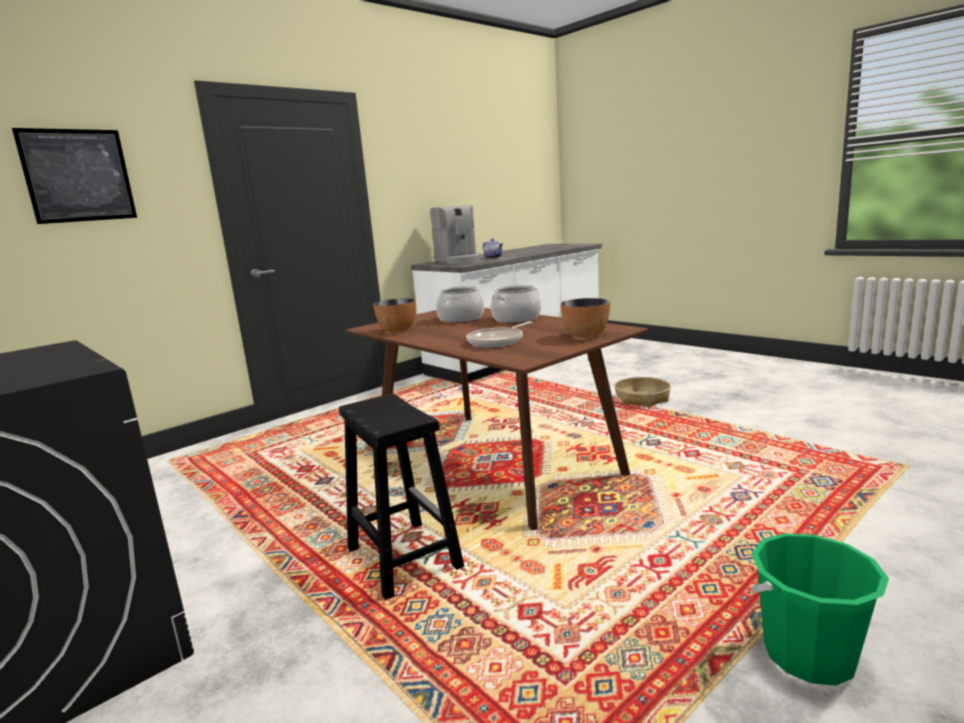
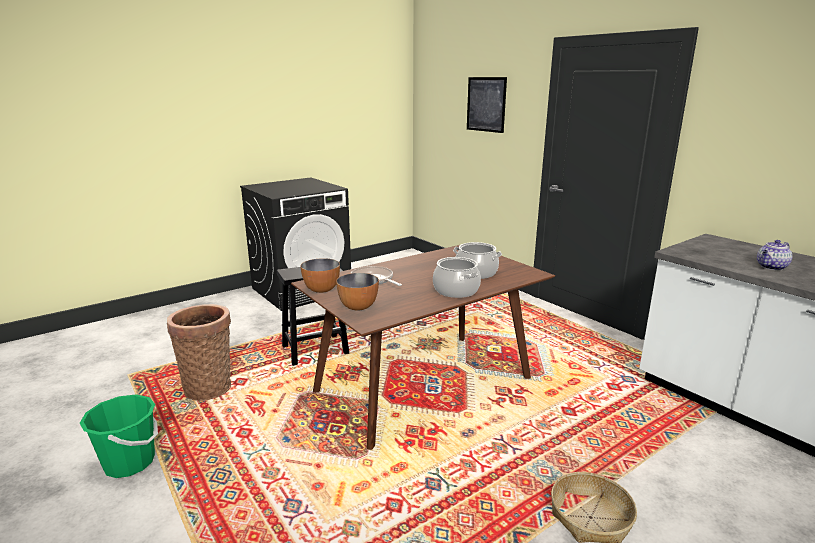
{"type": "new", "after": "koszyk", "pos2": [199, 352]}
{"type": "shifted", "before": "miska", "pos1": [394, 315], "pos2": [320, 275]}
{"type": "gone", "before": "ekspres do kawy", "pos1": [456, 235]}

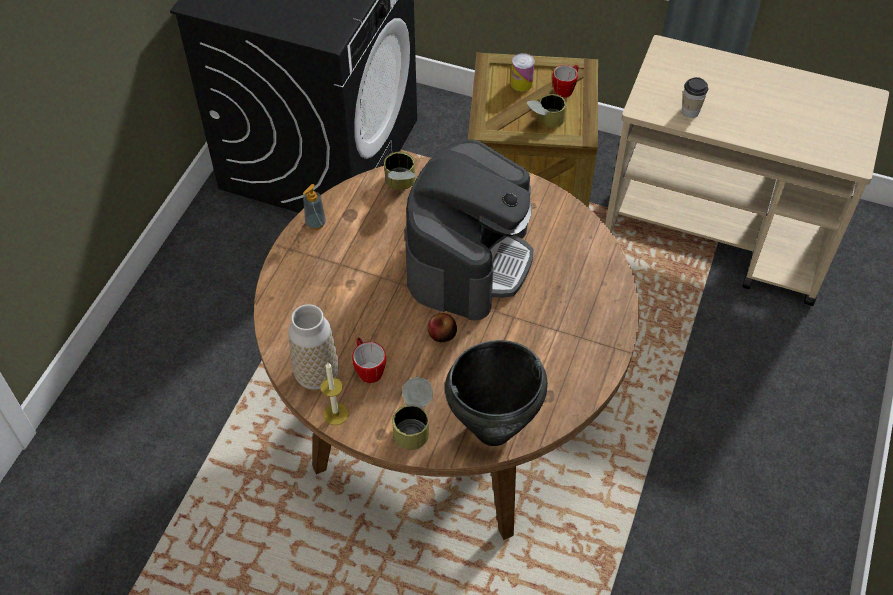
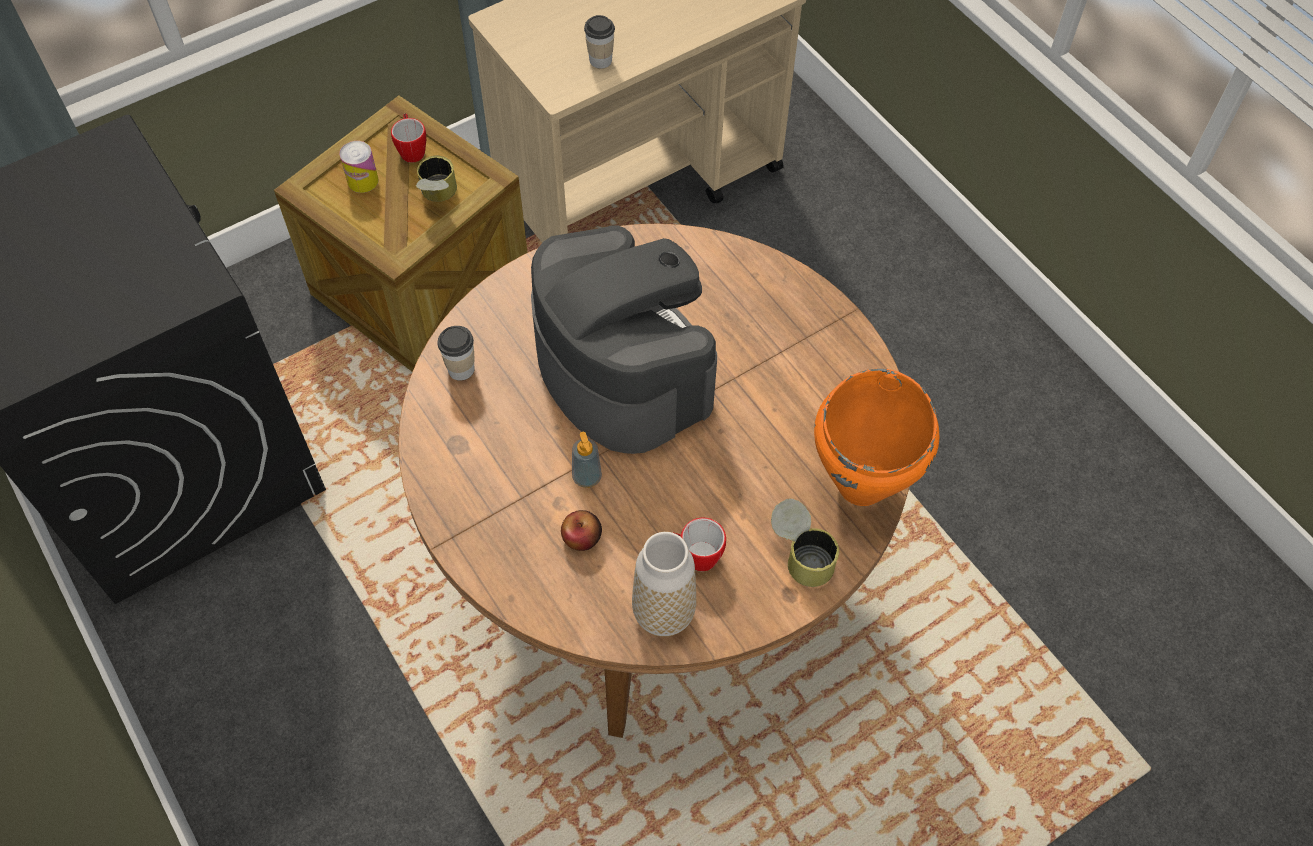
{"type": "swapped", "before": "puszka", "after": "filiżanka", "pos1": [400, 171], "pos2": [456, 353]}
{"type": "shifted", "before": "jabłko", "pos1": [442, 327], "pos2": [581, 530]}
{"type": "shifted", "before": "dozownik mydła", "pos1": [314, 207], "pos2": [587, 460]}
{"type": "repainted", "before": "garnek [czarny]", "after": "garnek [pomarańczowy]", "pos1": [496, 393], "pos2": [876, 437]}
{"type": "gone", "before": "świeca", "pos1": [334, 394]}

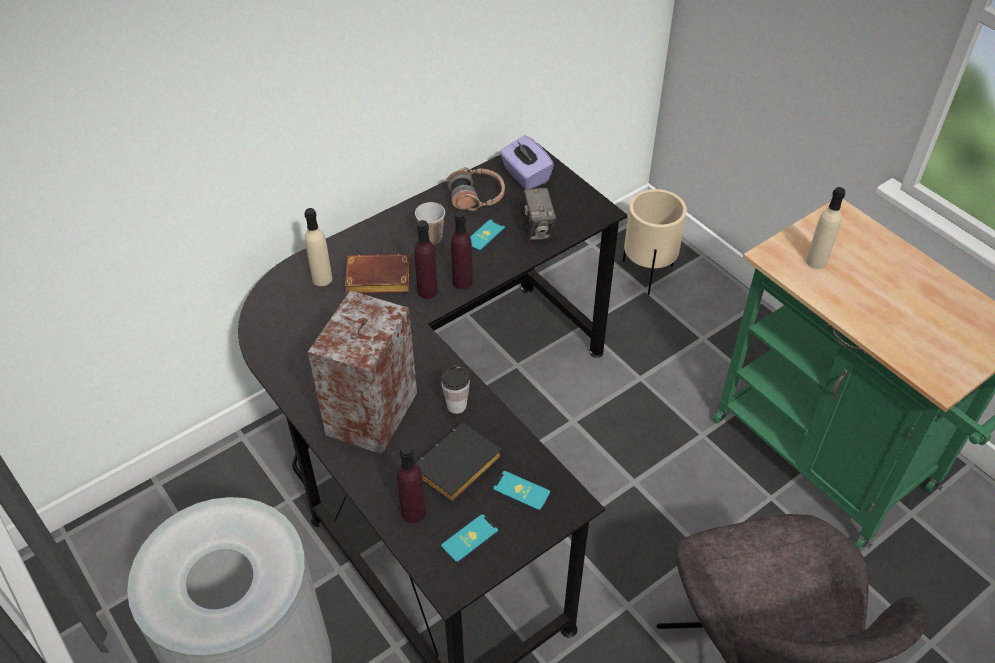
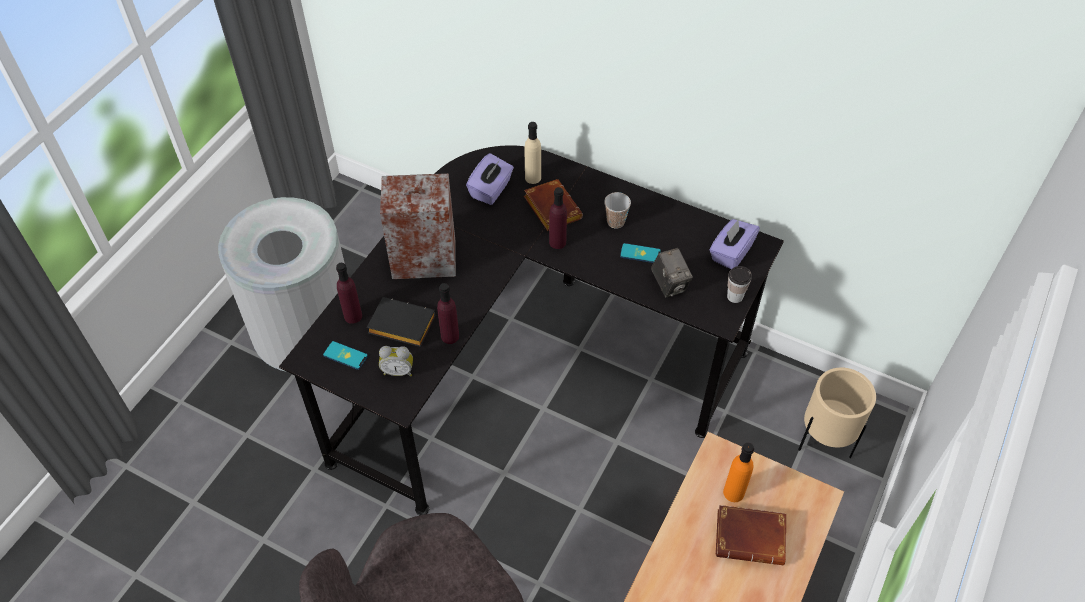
{"type": "swapped", "before": "telefon", "after": "budzik", "pos1": [522, 491], "pos2": [396, 361]}
{"type": "shifted", "before": "butelka [fioletowy]", "pos1": [462, 250], "pos2": [448, 313]}
{"type": "new", "after": "pudełko chusteczek [fioletowy]", "pos2": [490, 179]}
{"type": "rotated", "before": "aparat fotograficzny", "pos1": [537, 214], "pos2": [672, 273], "turn": -75}
{"type": "new", "after": "książka [brązowy]", "pos2": [751, 535]}
{"type": "repainted", "before": "butelka [beżowy]", "after": "butelka [pomarańczowy]", "pos1": [825, 228], "pos2": [738, 472]}
{"type": "shifted", "before": "filiżanka", "pos1": [455, 390], "pos2": [739, 284]}
{"type": "gone", "before": "słuchawki", "pos1": [475, 189]}

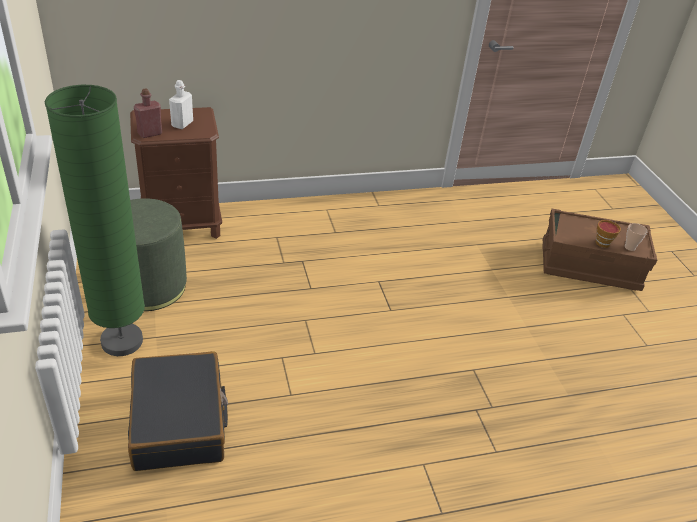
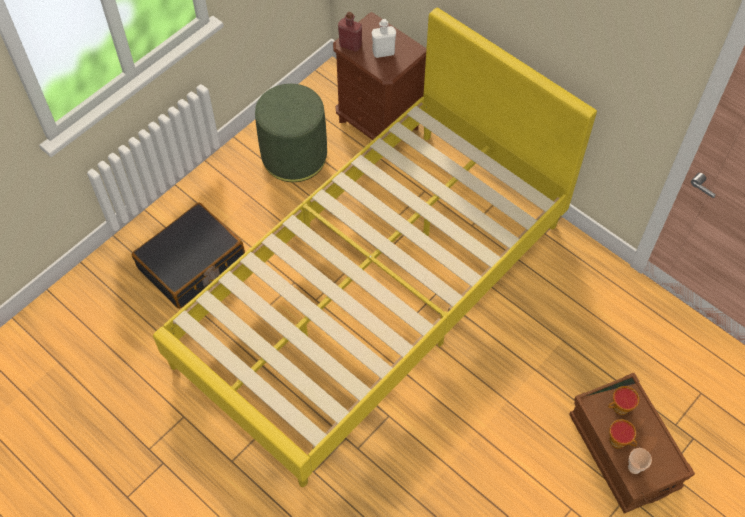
{"type": "new", "after": "łóżko [żółty]", "pos2": [375, 247]}
{"type": "new", "after": "filiżanka", "pos2": [623, 400]}
{"type": "gone", "before": "lampa stojąca [zielony]", "pos1": [95, 220]}

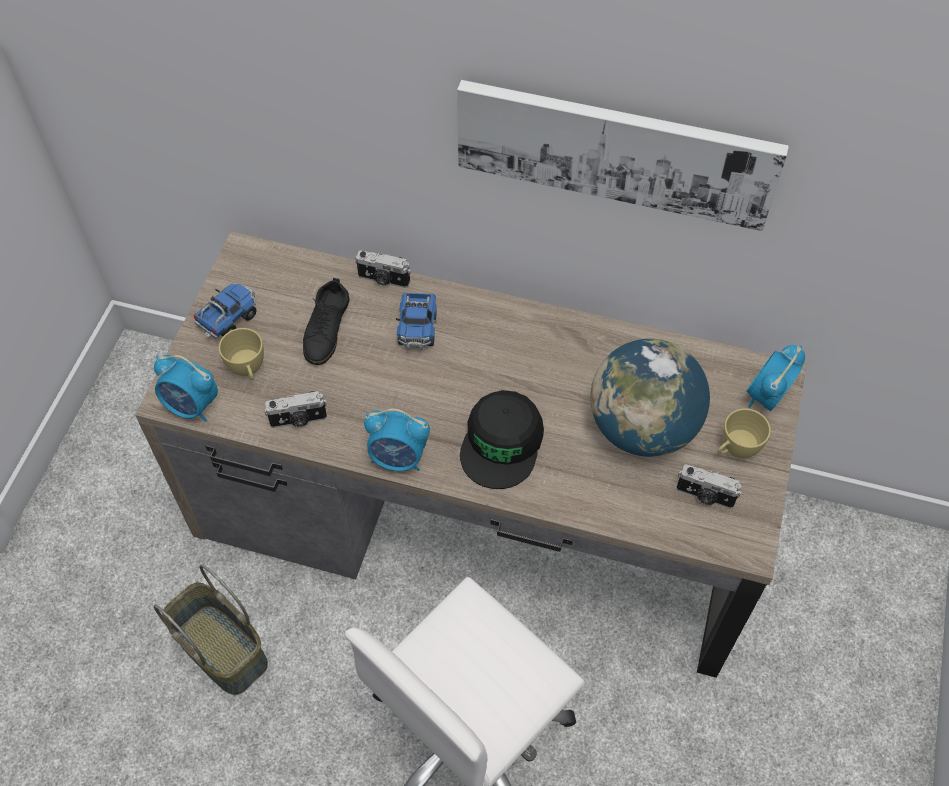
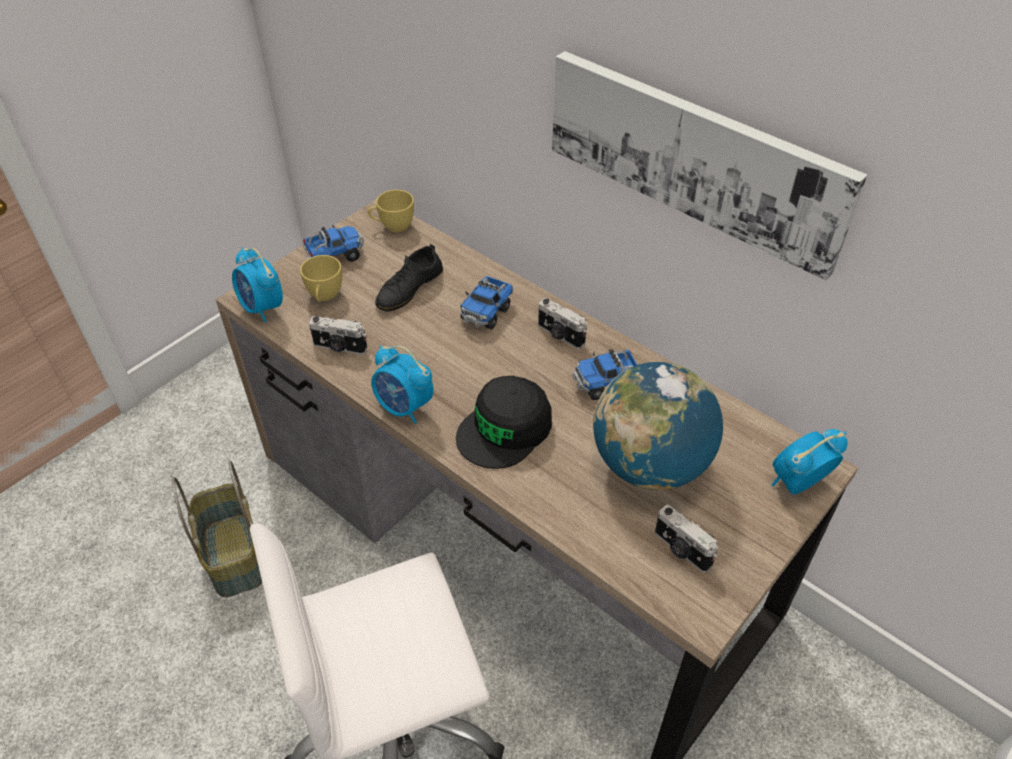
{"type": "shifted", "before": "filiżanka [żółty]", "pos1": [744, 433], "pos2": [391, 211]}
{"type": "shifted", "before": "aparat fotograficzny", "pos1": [383, 269], "pos2": [562, 323]}
{"type": "new", "after": "ciężarówka zabawkowa", "pos2": [604, 374]}

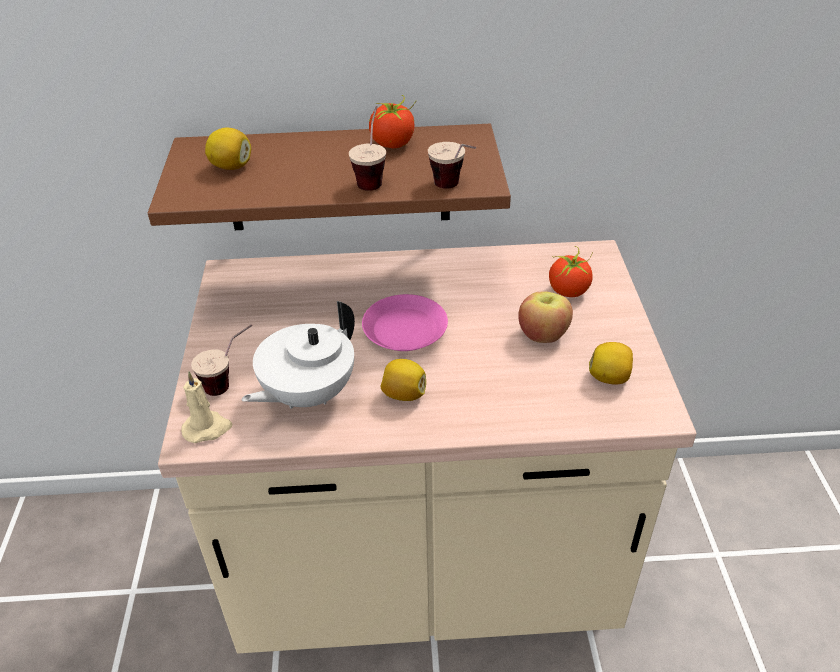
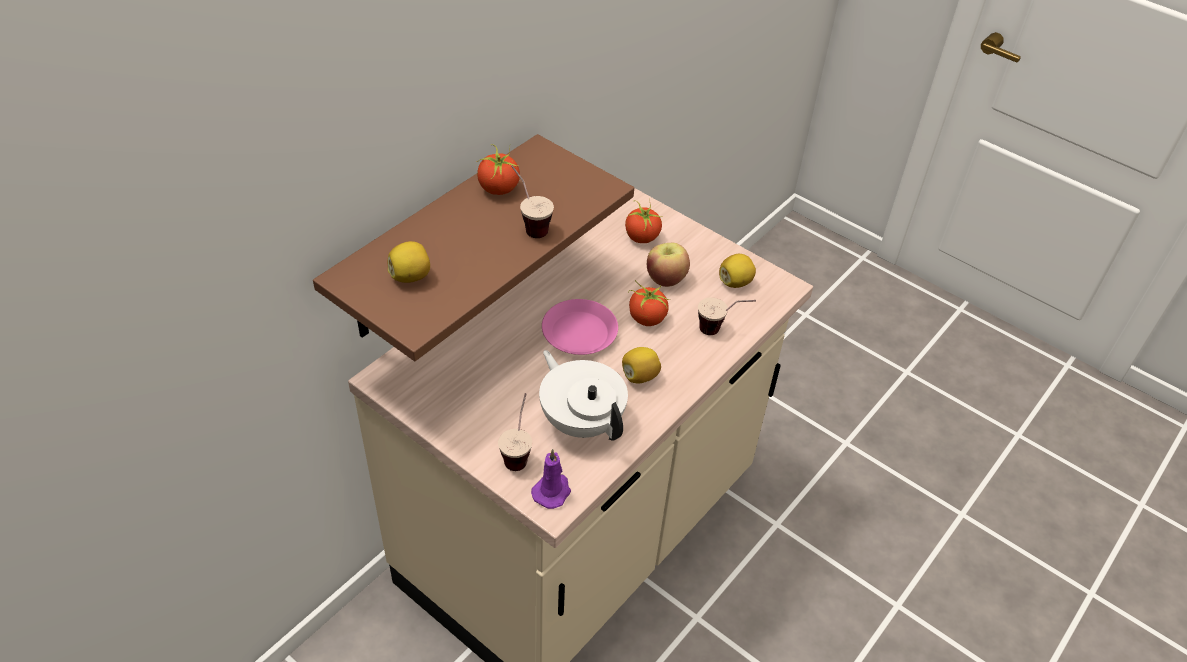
{"type": "repainted", "before": "świeca [beżowy]", "after": "świeca [fioletowy]", "pos1": [207, 407], "pos2": [551, 479]}
{"type": "rotated", "before": "imbryk [biały]", "pos1": [298, 355], "pos2": [583, 395], "turn": 150}
{"type": "new", "after": "pomidor", "pos2": [649, 303]}
{"type": "shifted", "before": "filiżanka", "pos1": [452, 165], "pos2": [727, 316]}

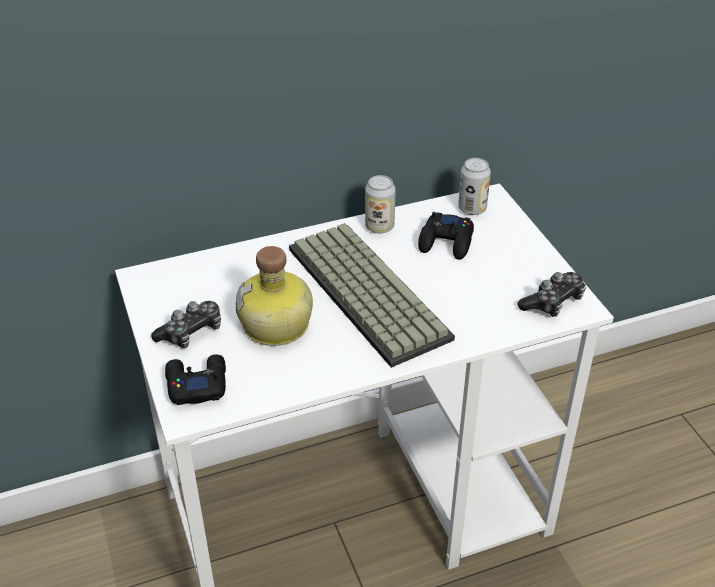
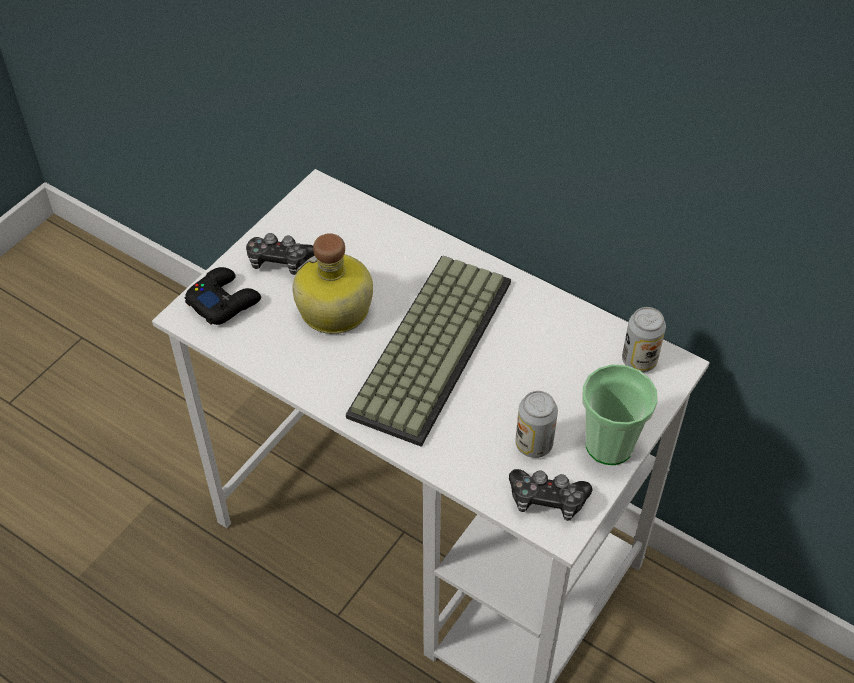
{"type": "shifted", "before": "puszka", "pos1": [380, 204], "pos2": [536, 424]}
{"type": "new", "after": "filiżanka", "pos2": [620, 414]}
{"type": "gone", "before": "pad do gier [czarny]", "pos1": [446, 236]}

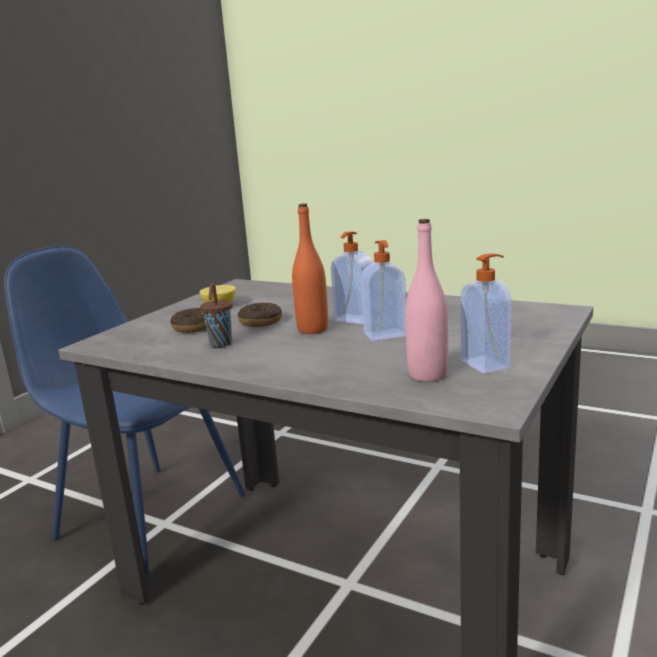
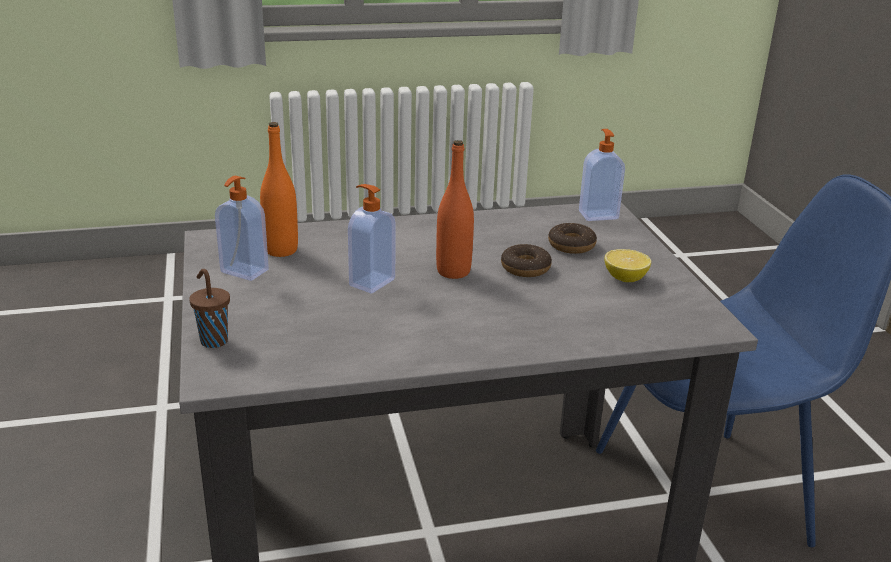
{"type": "shifted", "before": "filiżanka [brązowy]", "pos1": [216, 315], "pos2": [209, 308]}
{"type": "repainted", "before": "butelka [różowy]", "after": "butelka [pomarańczowy]", "pos1": [426, 300], "pos2": [279, 189]}
{"type": "shifted", "before": "dozownik mydła", "pos1": [351, 278], "pos2": [602, 175]}

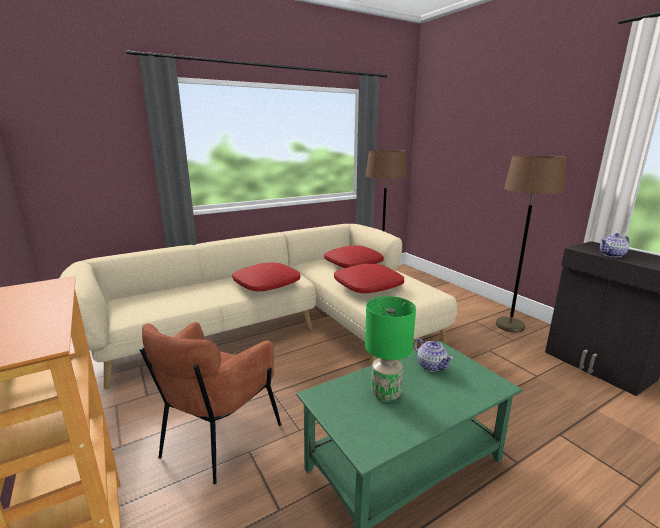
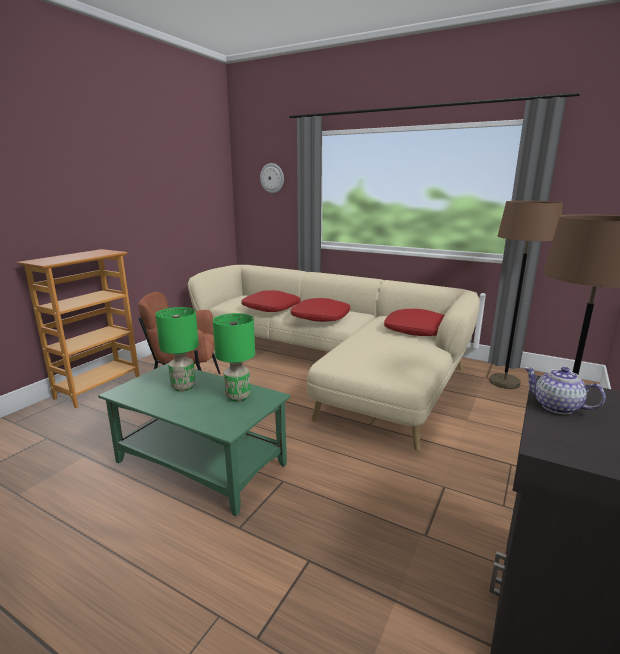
{"type": "swapped", "before": "imbryk", "after": "lampa stołowa [zielony]", "pos1": [434, 355], "pos2": [234, 357]}
{"type": "shifted", "before": "poduszka [czerwony]", "pos1": [369, 278], "pos2": [270, 301]}
{"type": "new", "after": "zegar ścienny", "pos2": [272, 178]}

